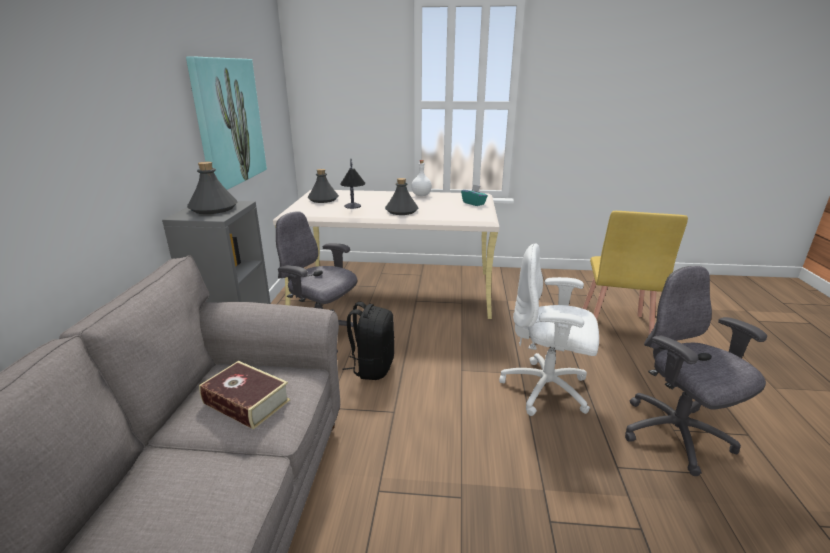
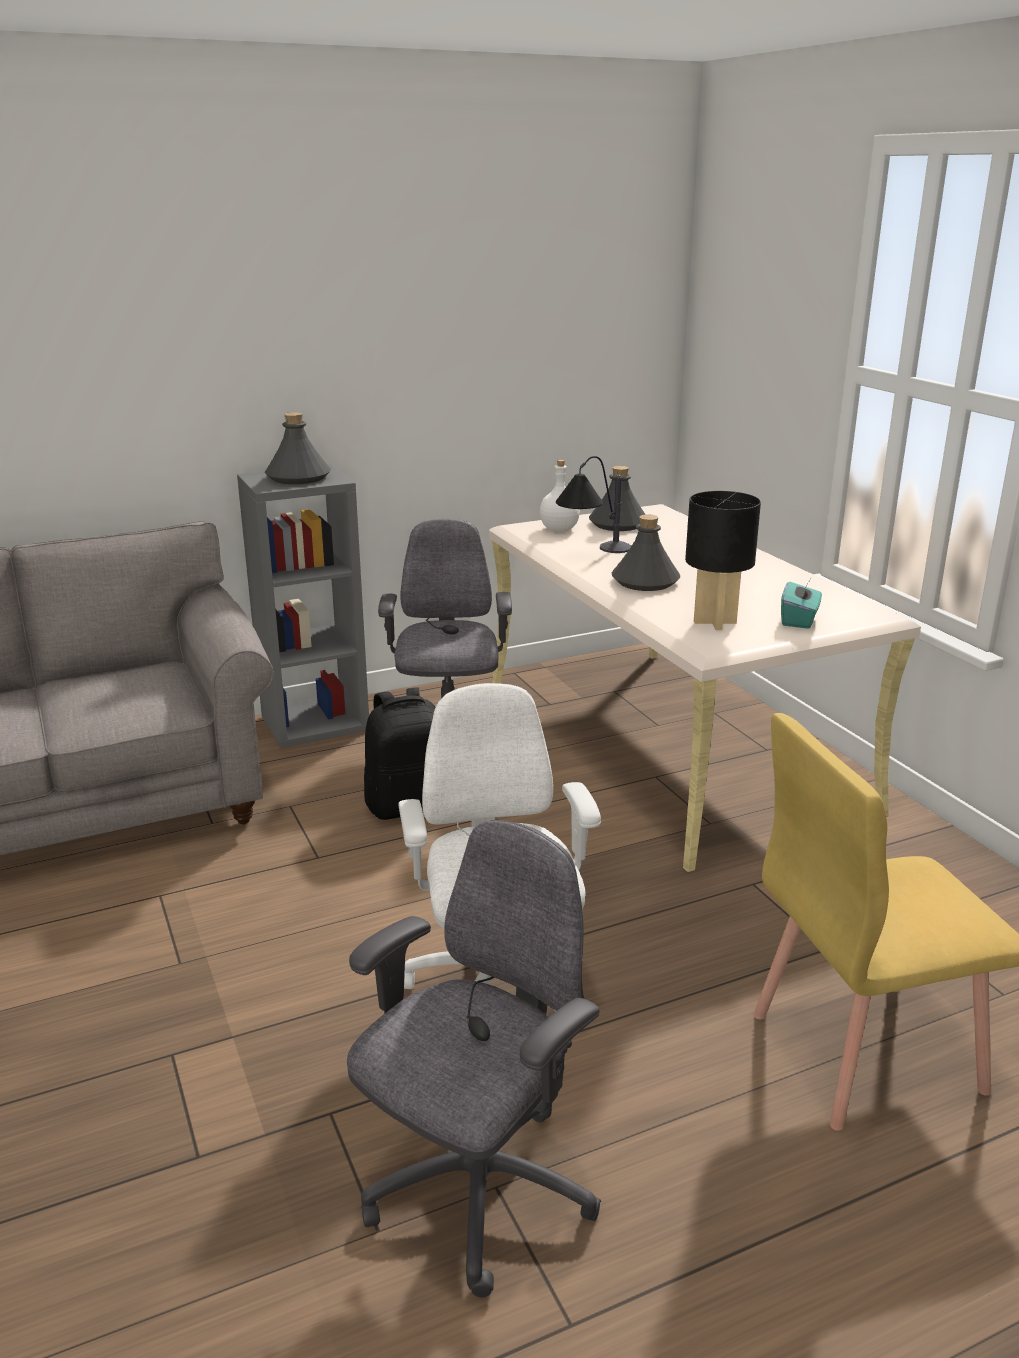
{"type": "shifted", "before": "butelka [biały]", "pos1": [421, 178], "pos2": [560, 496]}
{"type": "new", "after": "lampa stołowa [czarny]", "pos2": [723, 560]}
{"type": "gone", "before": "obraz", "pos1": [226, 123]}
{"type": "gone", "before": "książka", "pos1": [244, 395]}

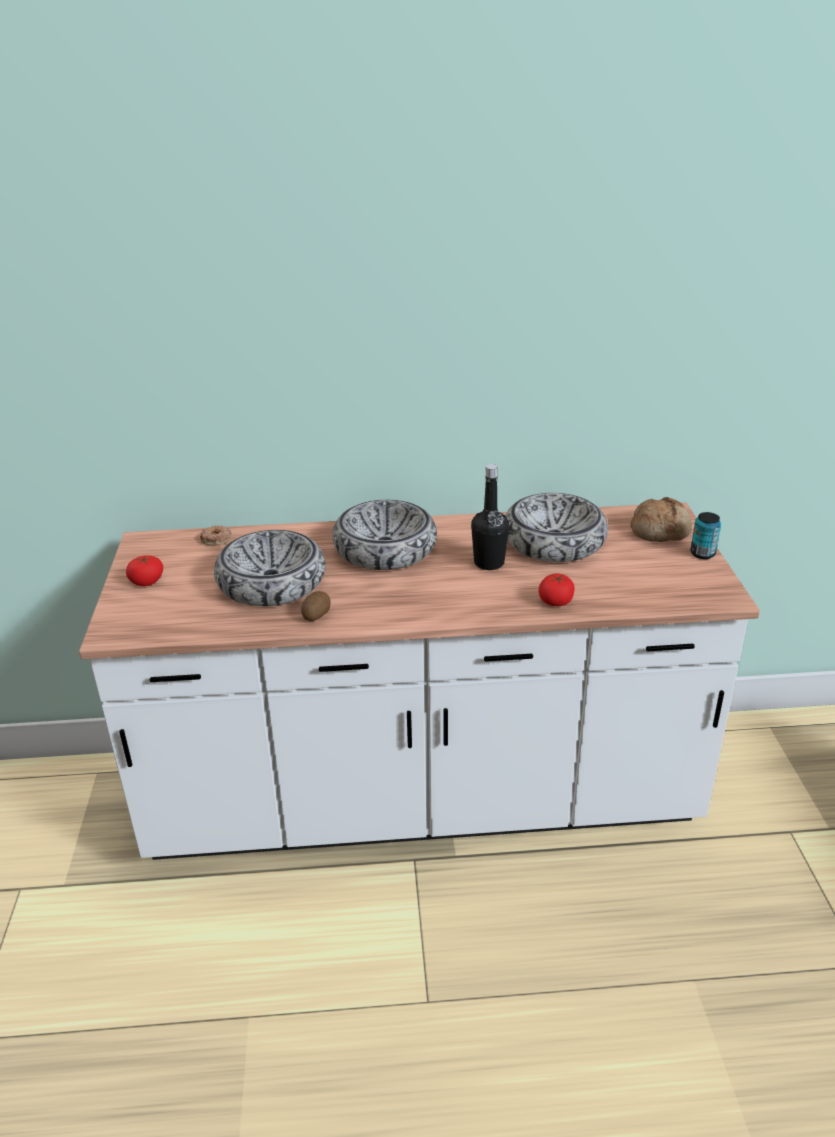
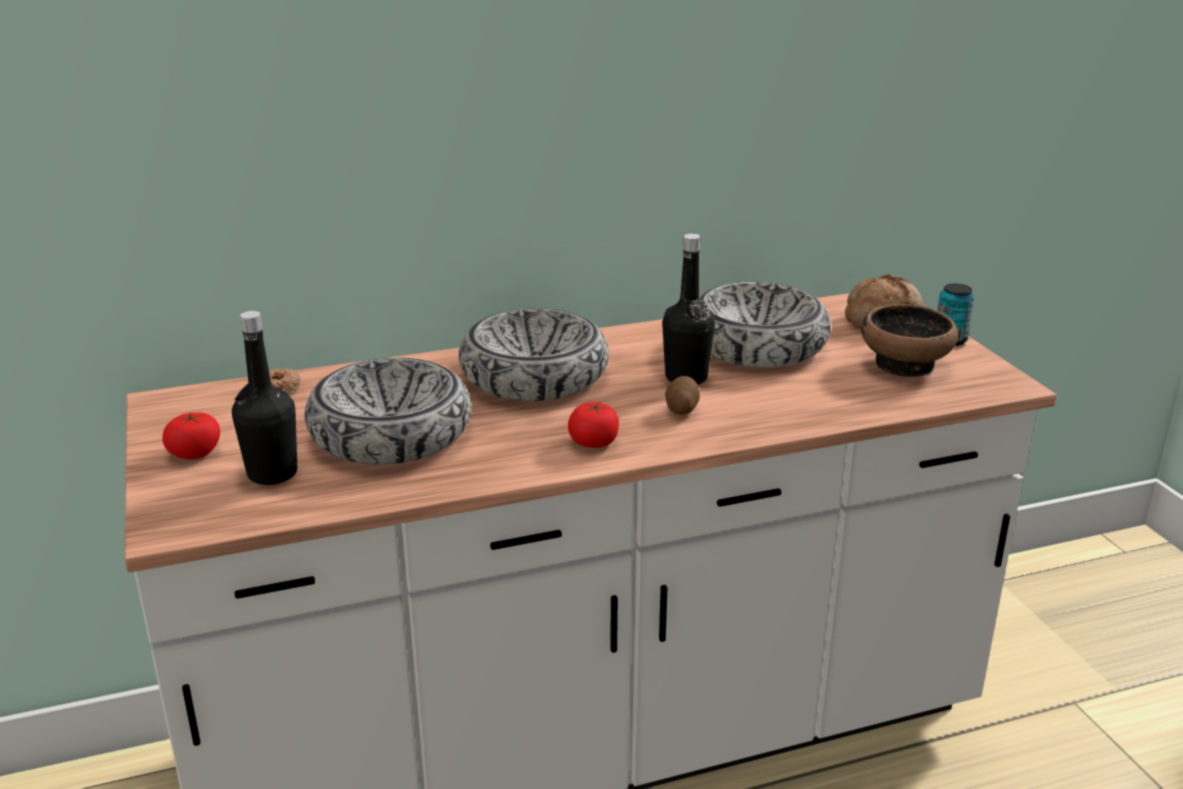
{"type": "new", "after": "butelka [czarny]", "pos2": [264, 398]}
{"type": "shifted", "before": "pomidor", "pos1": [557, 590], "pos2": [593, 424]}
{"type": "shifted", "before": "ziemniak", "pos1": [315, 606], "pos2": [682, 395]}
{"type": "new", "after": "miska", "pos2": [909, 340]}

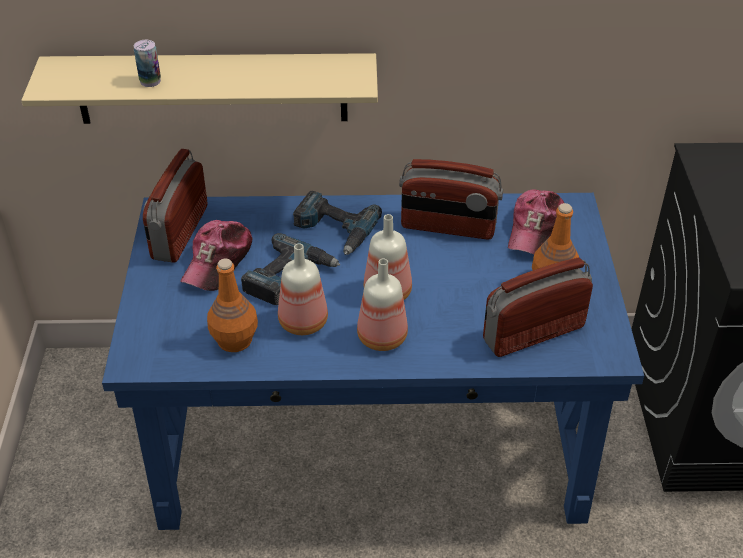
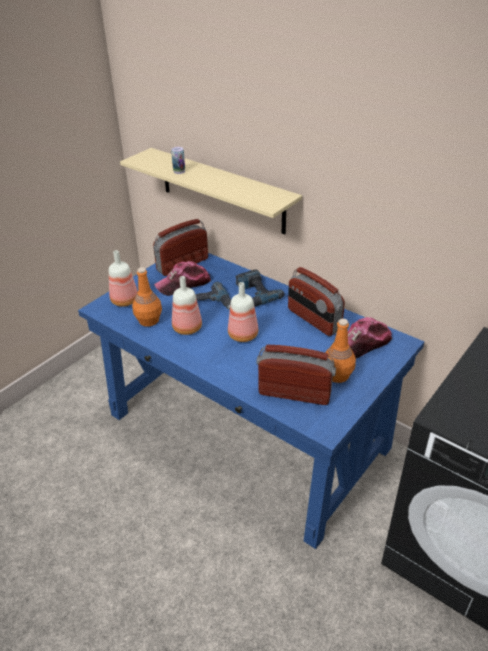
{"type": "shifted", "before": "butelka", "pos1": [382, 304], "pos2": [123, 278]}

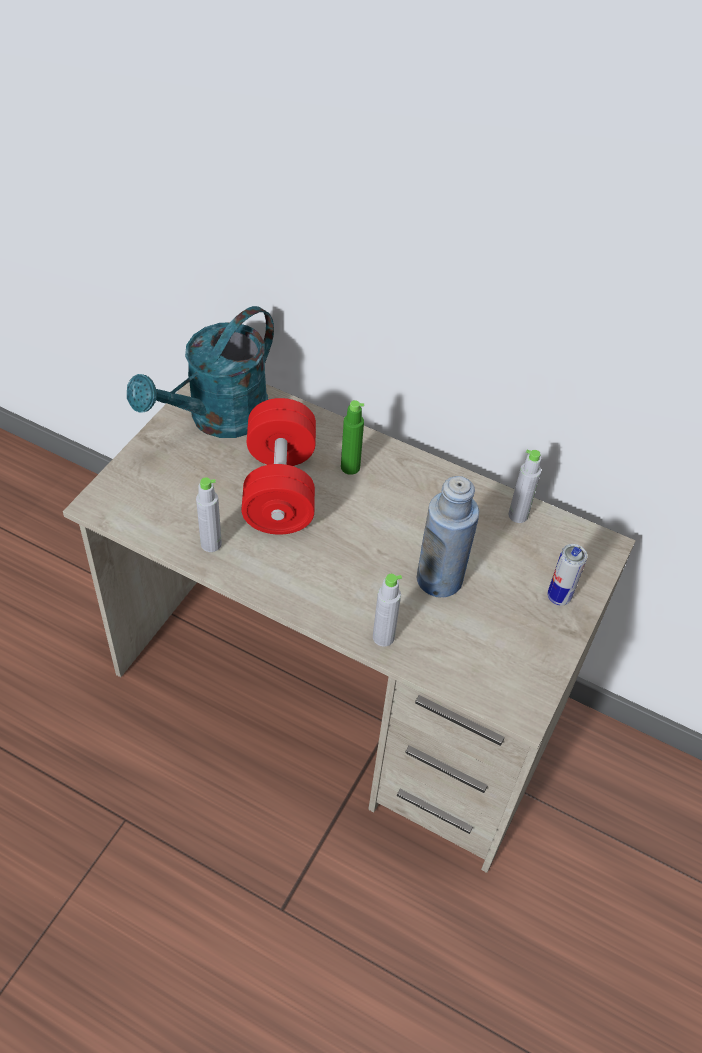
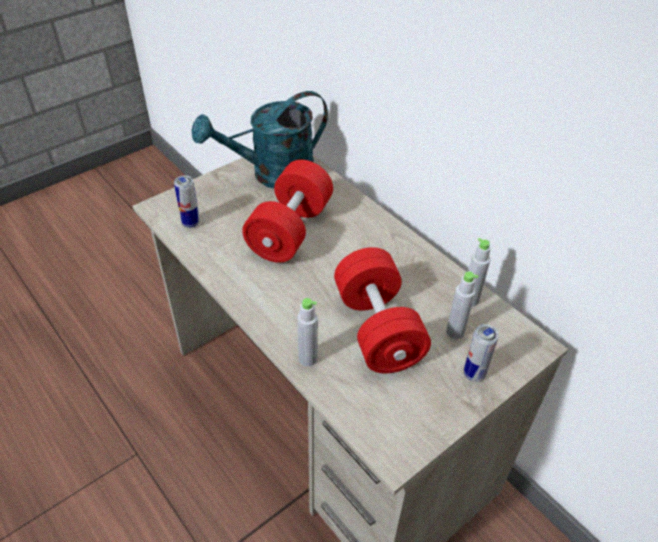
{"type": "new", "after": "puszka", "pos2": [187, 201]}
{"type": "swapped", "before": "butelka [niebieski]", "after": "hantel [czerwony]", "pos1": [448, 536], "pos2": [382, 310]}
{"type": "shifted", "before": "butelka [szary]", "pos1": [209, 514], "pos2": [462, 305]}
{"type": "gone", "before": "butelka [zielony]", "pos1": [352, 437]}

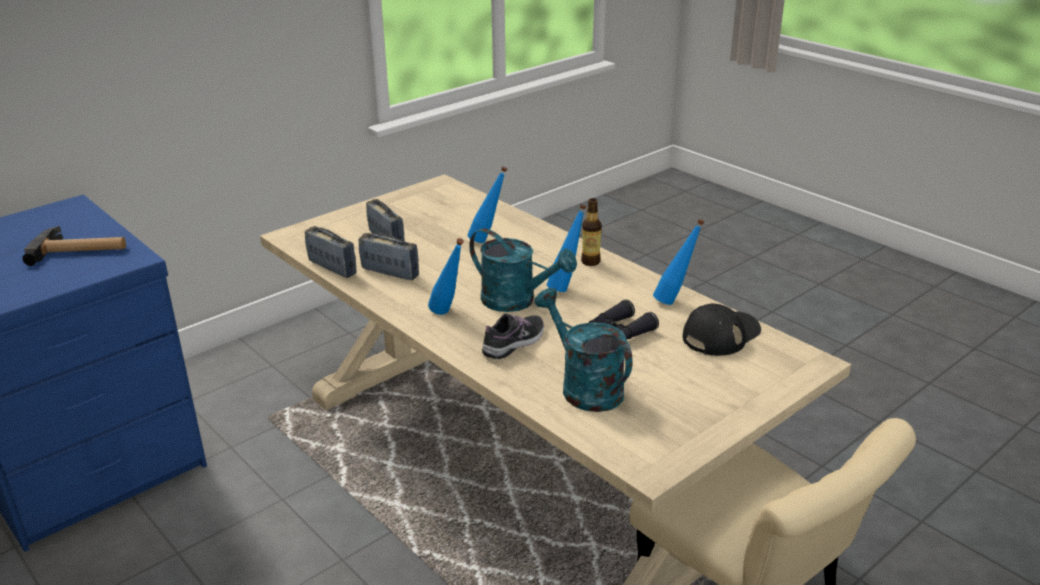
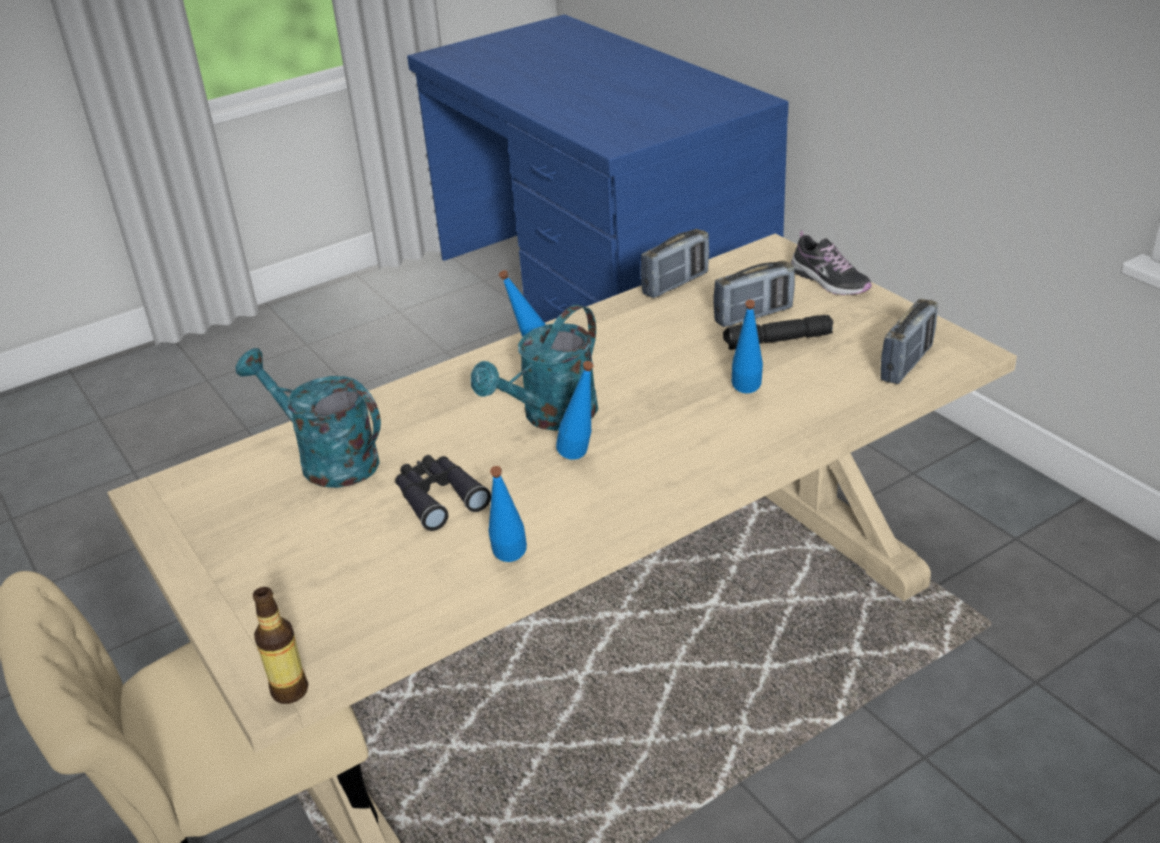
{"type": "rotated", "before": "konewka [turkusowy]", "pos1": [583, 350], "pos2": [308, 418], "turn": -120}
{"type": "shifted", "before": "butelka", "pos1": [591, 232], "pos2": [280, 645]}
{"type": "new", "after": "latarka [czarny]", "pos2": [778, 332]}
{"type": "shifted", "before": "but", "pos1": [513, 336], "pos2": [831, 263]}
{"type": "shifted", "before": "radio", "pos1": [389, 256], "pos2": [909, 341]}
{"type": "gone", "before": "młotek", "pos1": [74, 246]}
{"type": "gone", "before": "czapka z daszkiem [czarny]", "pos1": [722, 329]}

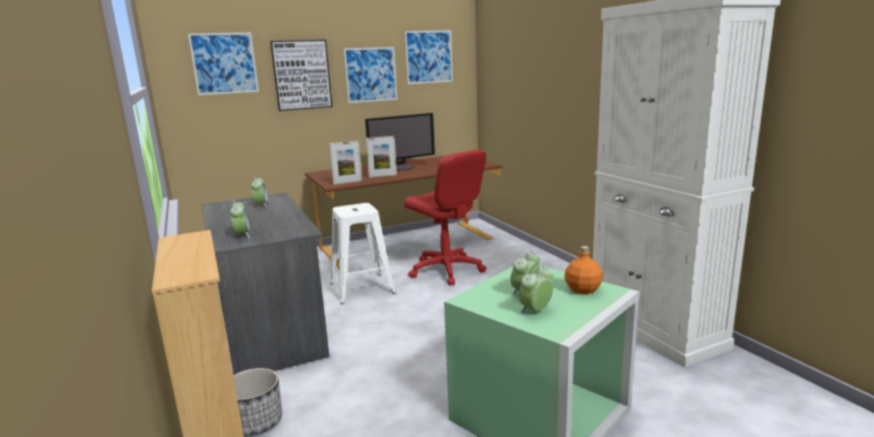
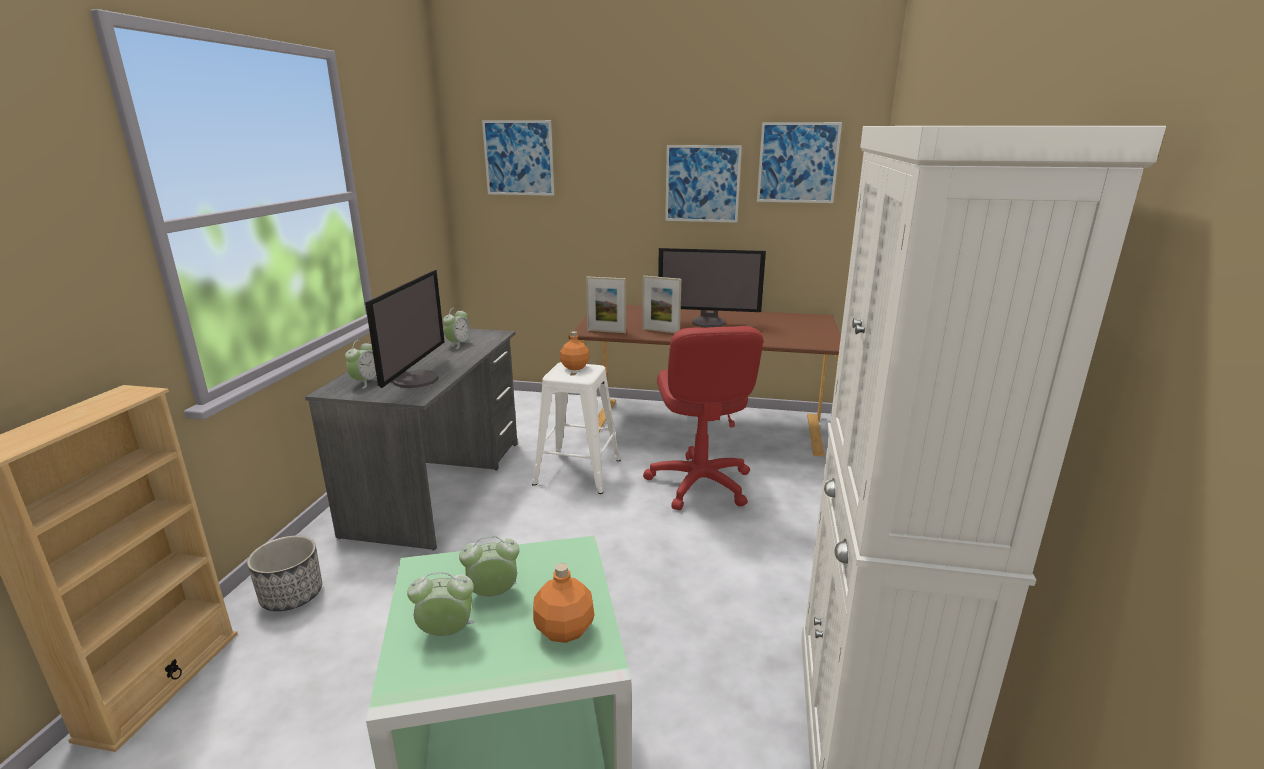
{"type": "new", "after": "monitor", "pos2": [405, 329]}
{"type": "new", "after": "butelka [pomarańczowy]", "pos2": [575, 350]}
{"type": "gone", "before": "obraz", "pos1": [301, 75]}

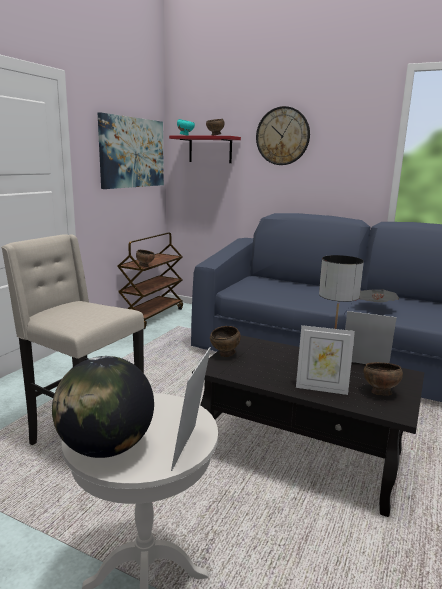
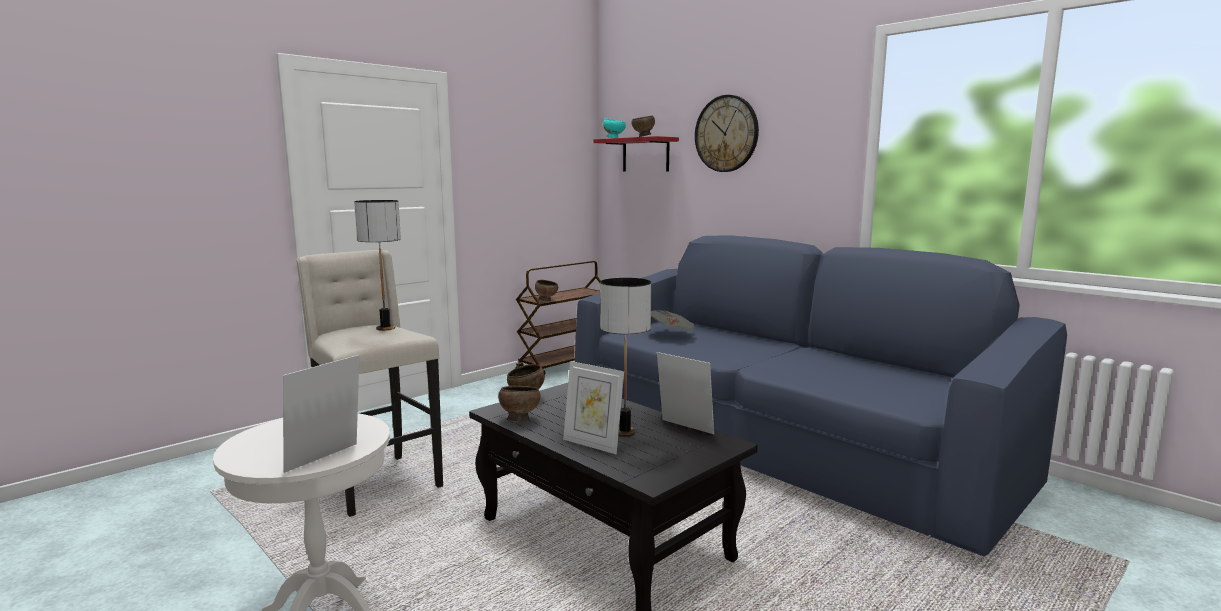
{"type": "new", "after": "lampa stołowa", "pos2": [377, 265]}
{"type": "shifted", "before": "miska [brązowy]", "pos1": [383, 379], "pos2": [519, 403]}
{"type": "shifted", "before": "gazeta", "pos1": [379, 295], "pos2": [673, 320]}
{"type": "gone", "before": "globus", "pos1": [103, 407]}
{"type": "gone", "before": "obraz", "pos1": [131, 151]}

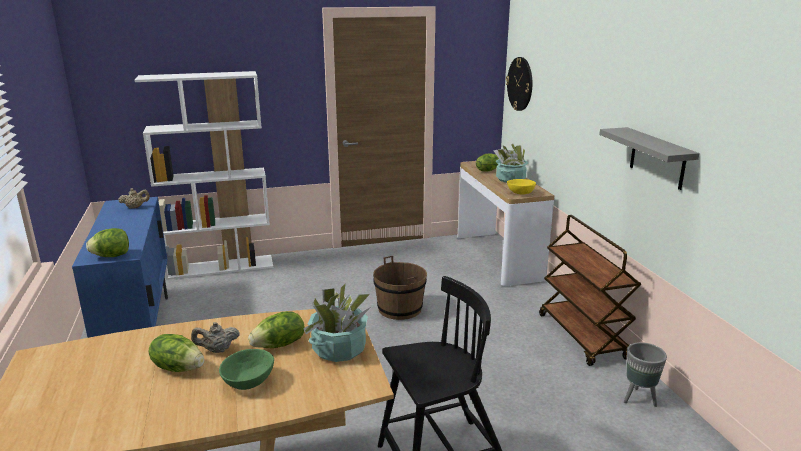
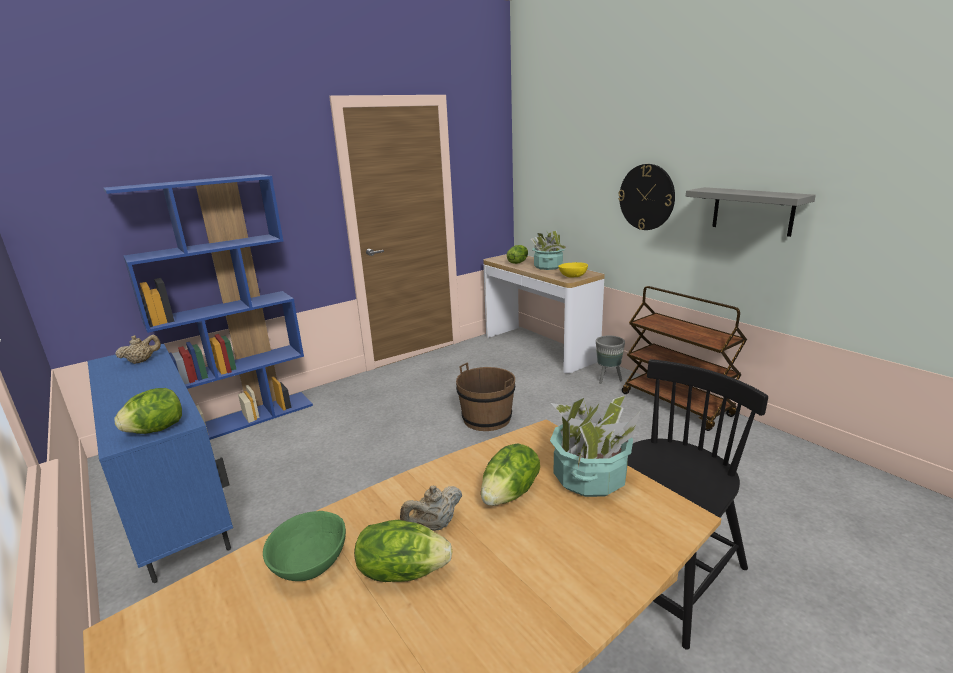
{"type": "repainted", "before": "regał [biały]", "after": "regał [niebieski]", "pos1": [203, 175], "pos2": [208, 307]}
{"type": "shifted", "before": "miska [zielony]", "pos1": [246, 369], "pos2": [304, 546]}
{"type": "shifted", "before": "donica [szary]", "pos1": [645, 374], "pos2": [610, 360]}
{"type": "shifted", "before": "zegar ścienny", "pos1": [519, 84], "pos2": [646, 197]}

